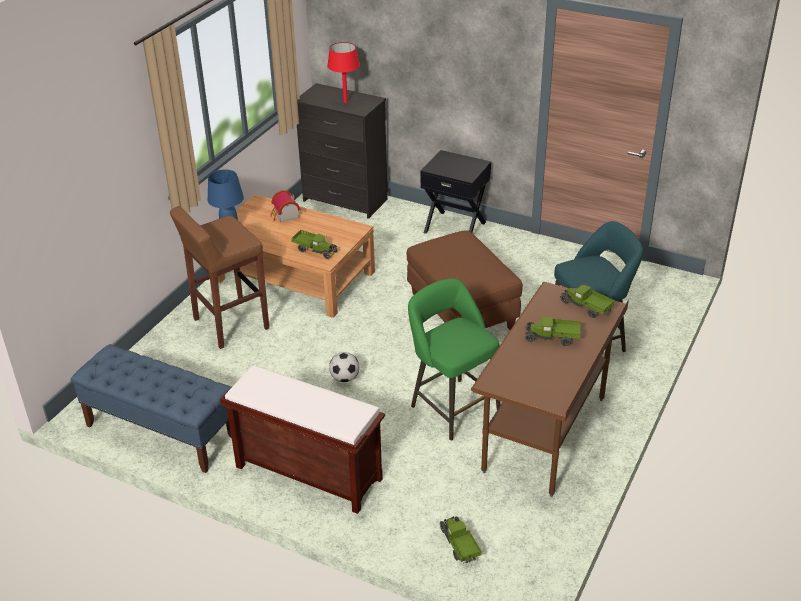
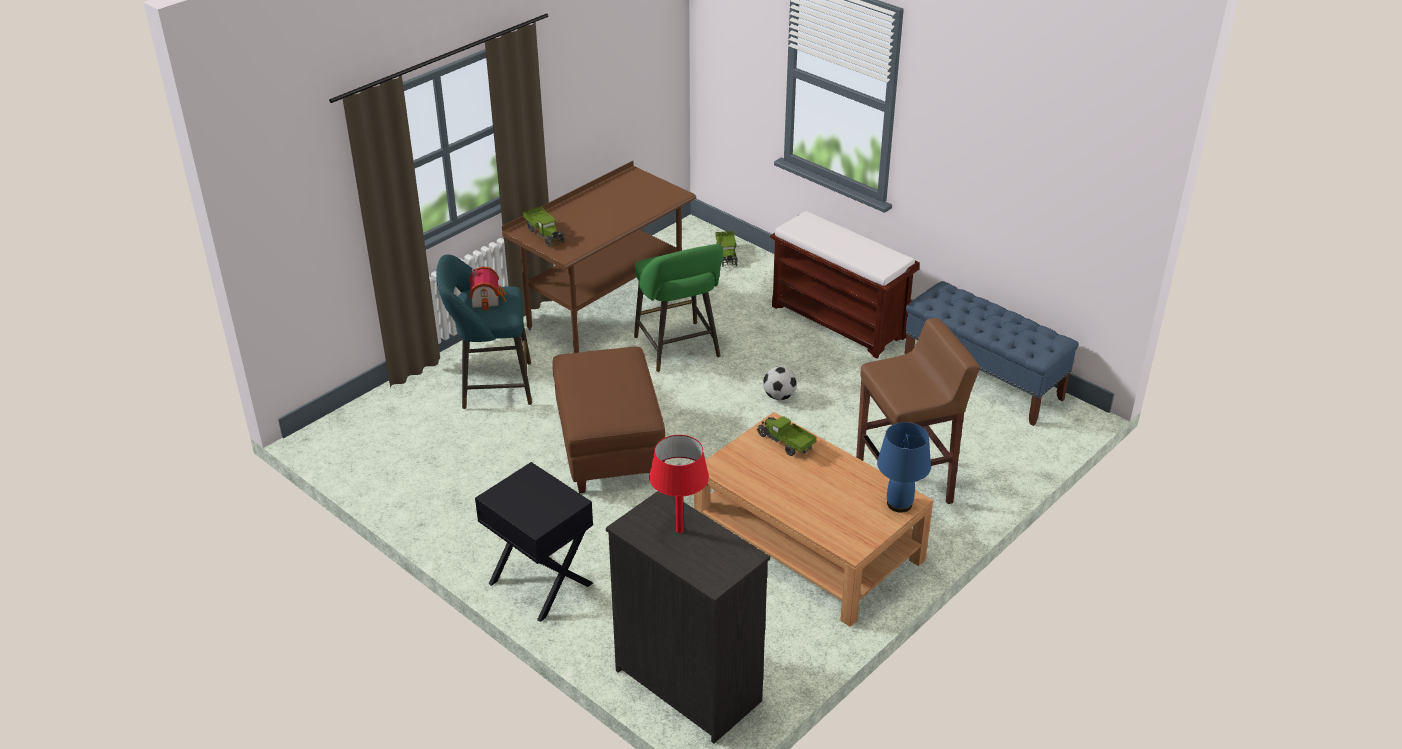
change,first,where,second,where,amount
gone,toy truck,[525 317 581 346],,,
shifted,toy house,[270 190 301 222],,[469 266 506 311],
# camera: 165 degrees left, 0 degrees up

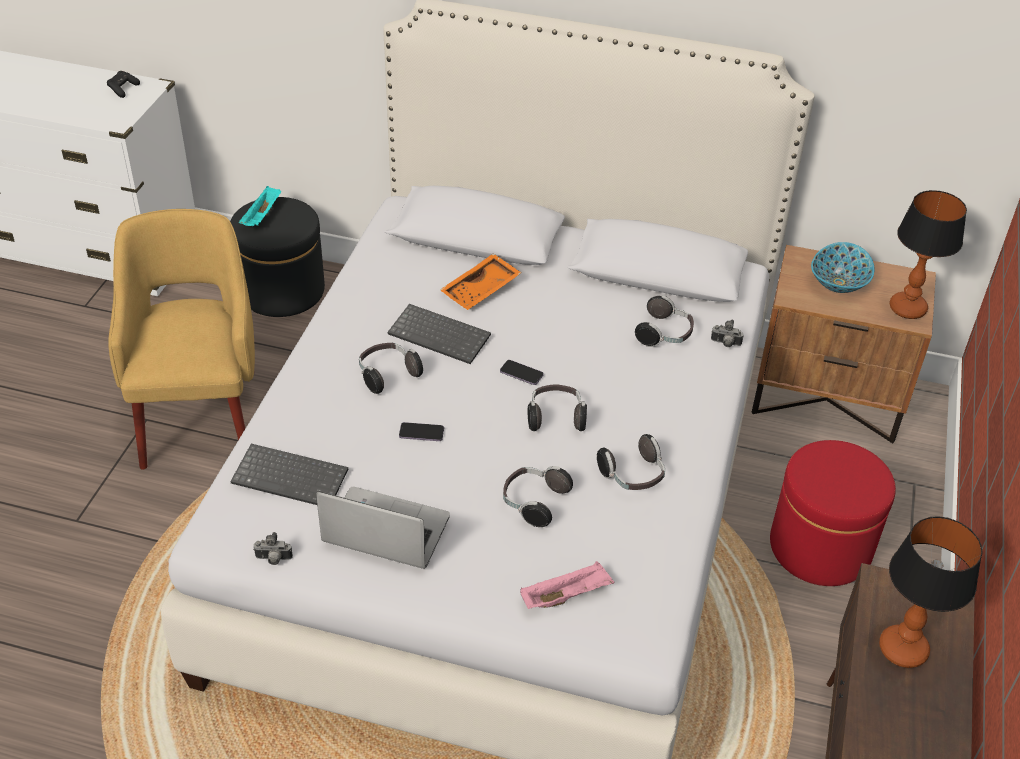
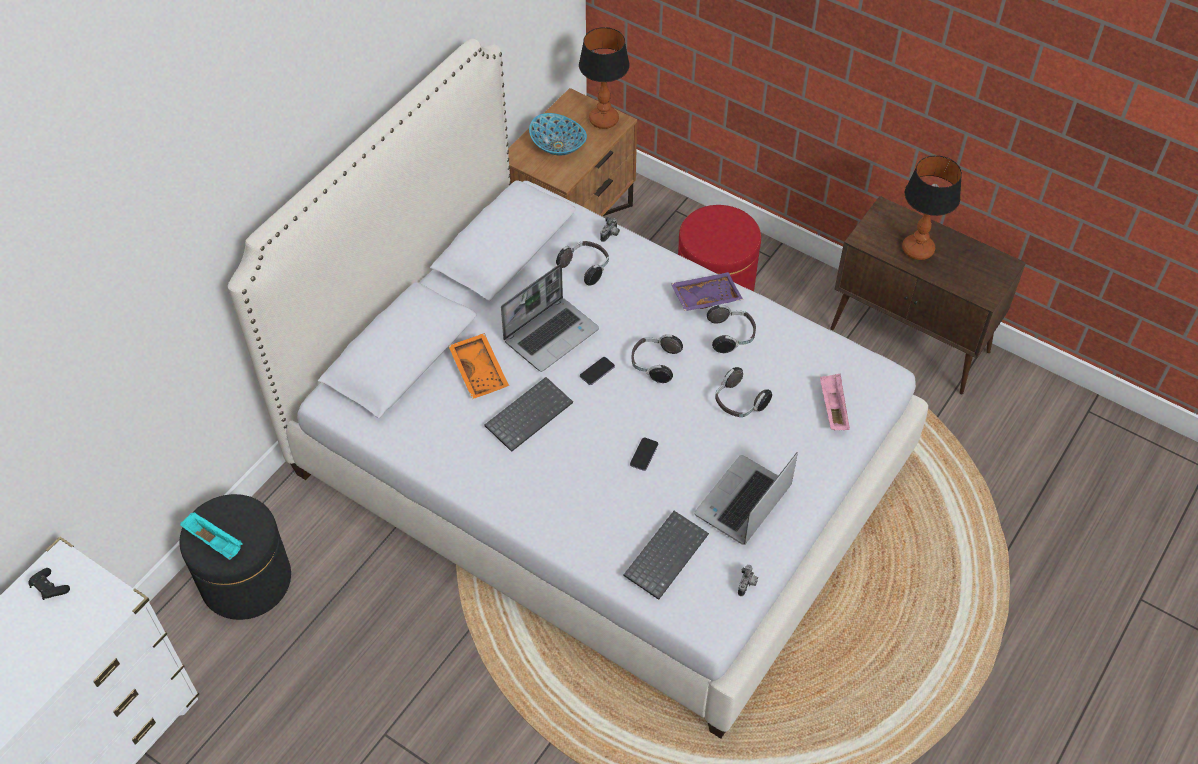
change,first,where,second,where,amount
gone,yellow armchair,[108 209 255 470],,,
gone,headphones,[359 343 423 394],,,
new,,,laptop,[501 264 599 372],
new,,,purple tray,[671 272 743 311],
# camera: 70 degrees left, 10 degrees up

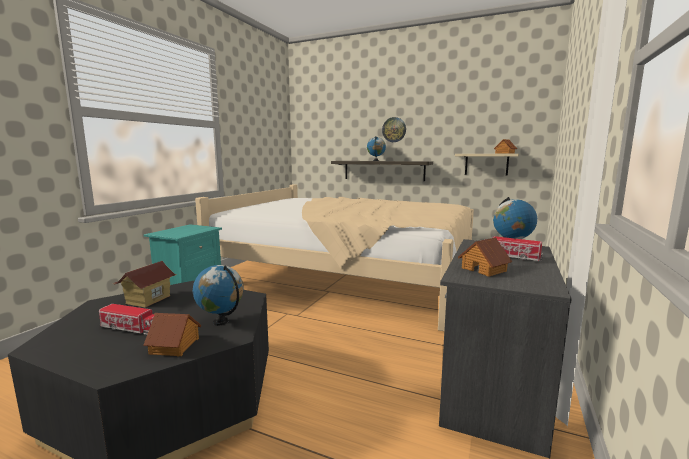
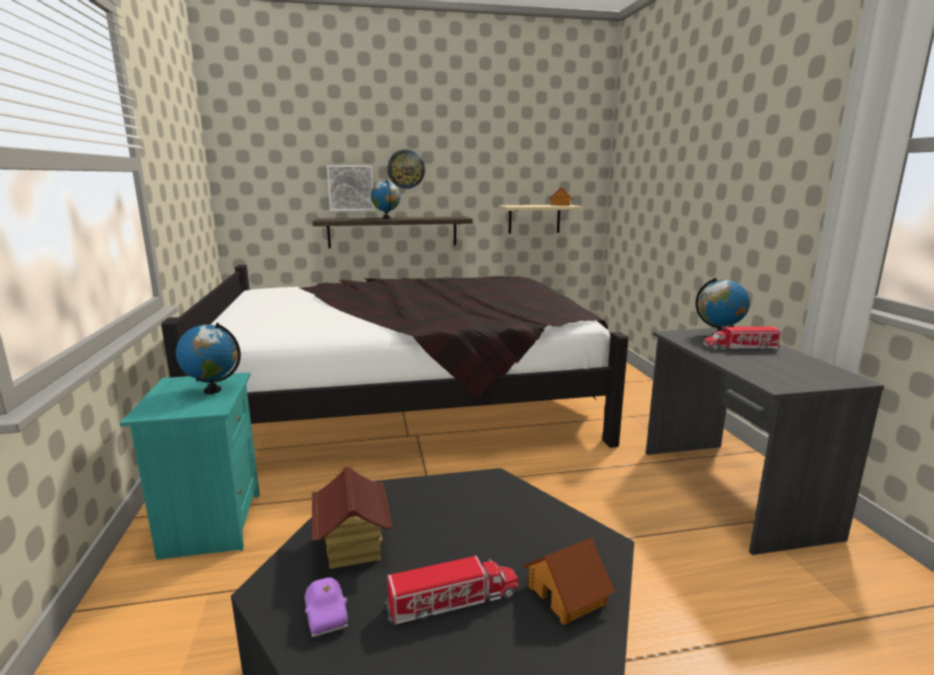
change,first,where,second,where,amount
gone,toy house,[458 237 512 277],,,
new,,,purple toy car,[305 577 348 637],
new,,,picture,[327 165 374 211],
shifted,globe,[193 265 244 326],,[176 323 241 394],
repainted,beige bed,[195 184 474 331],black bed,[161 265 628 448],
# camera: 35 degrees left, 5 degrees up

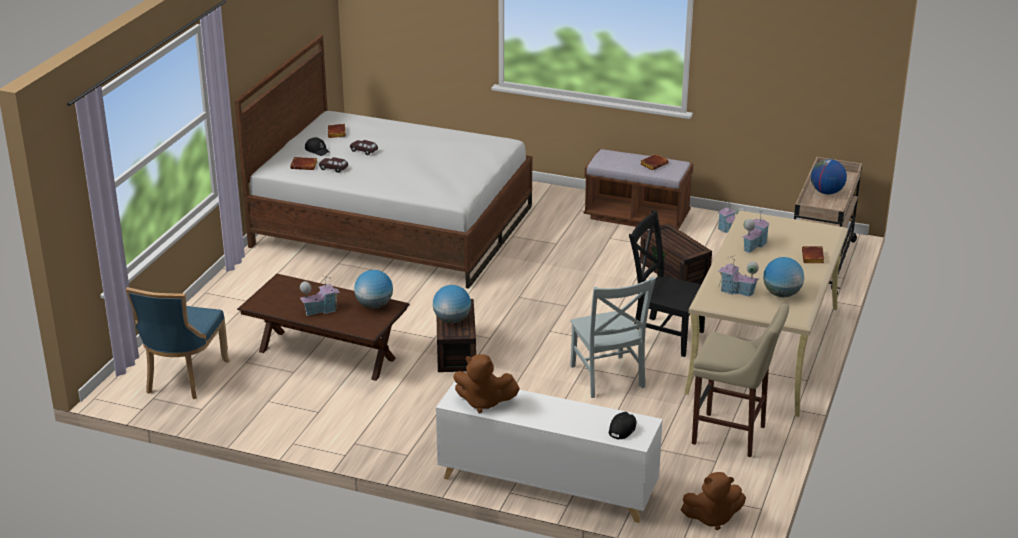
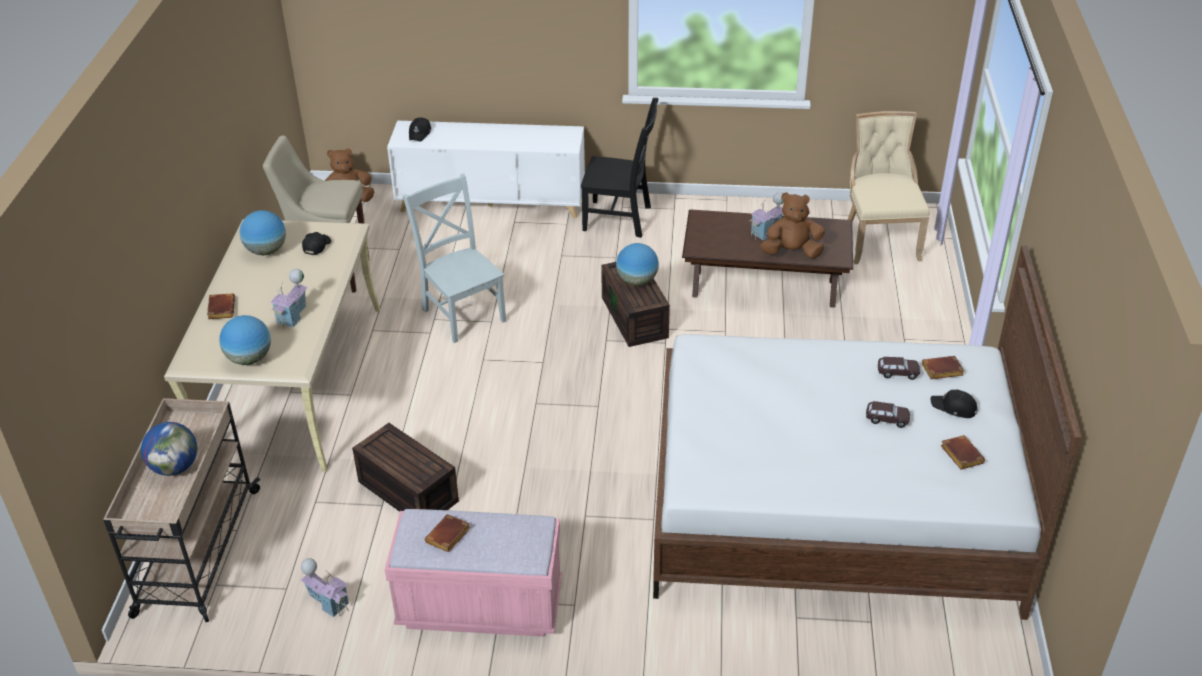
change,first,where,second,where,amount
shifted,globe,[354 270 393 308],,[219 315 271 365],
shifted,brown plush toy,[453 354 520 413],,[761 192 825 259],
shifted,black chair,[629 210 705 357],,[581 98 659 238],
swapped,toy house,[718 255 759 297],black cap,[302 232 331 255],
repainted,blue chair,[125 287 230 399],beige chair,[848 111 929 264],
repainted,brown bench,[584 149 694 229],pink bench,[385 509 562 637],
# camera: 165 degrees right, 10 degrees up

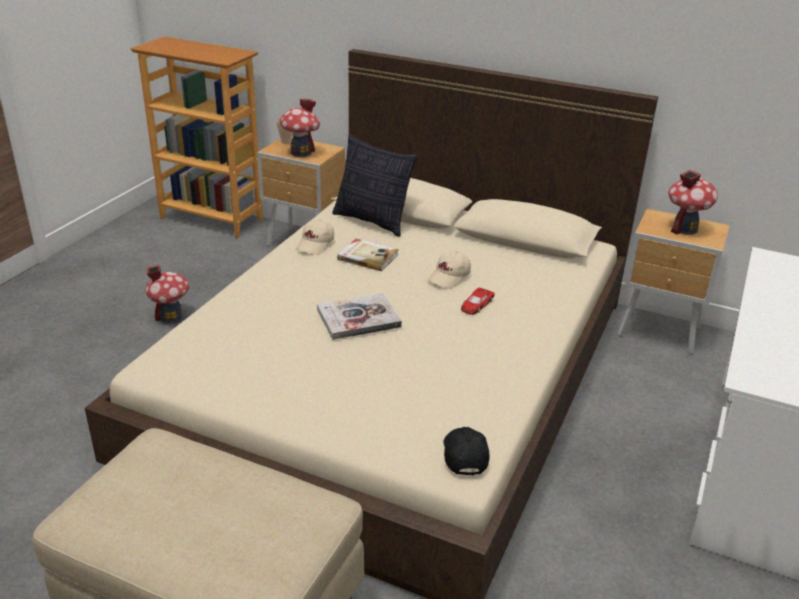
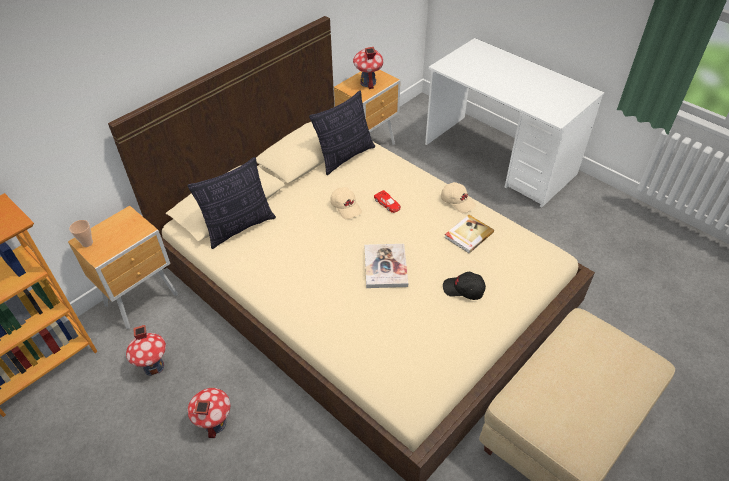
change,first,where,second,where,amount
new,,,pillow,[309 91 375 175],
shifted,toy house,[280 99 320 157],,[126 325 166 376],
shifted,beige cap,[296 219 334 255],,[441 182 476 213],
shifted,book,[337 239 399 271],,[444 215 494 253],
shifted,black cap,[443 427 490 476],,[443 272 486 300],
# camera: 70 degrees left, 15 degrees up

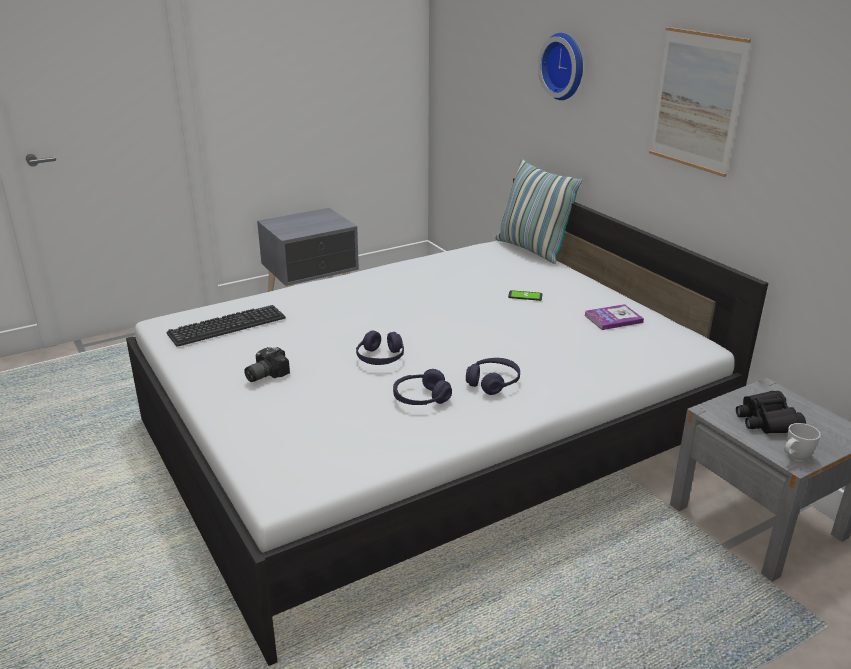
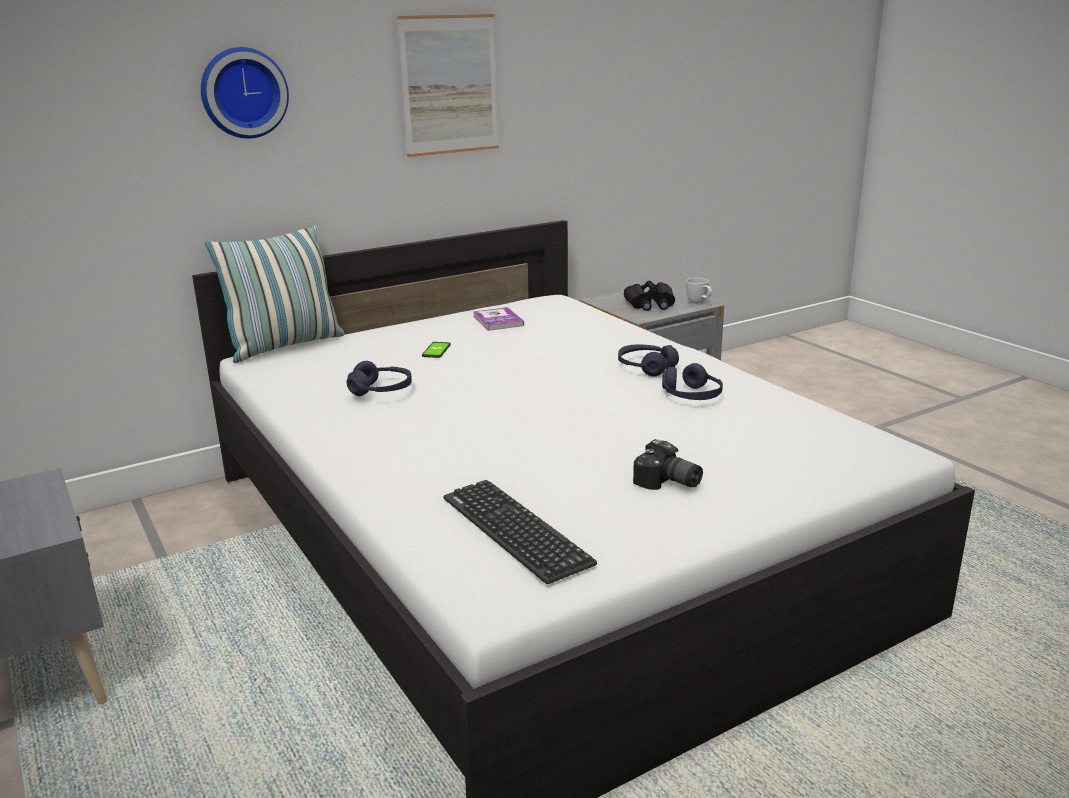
change,first,where,second,where,amount
shifted,purple headphones,[356 330 404 365],,[347 361 412 396],
# camera: 90 degrees left, 5 degrees down

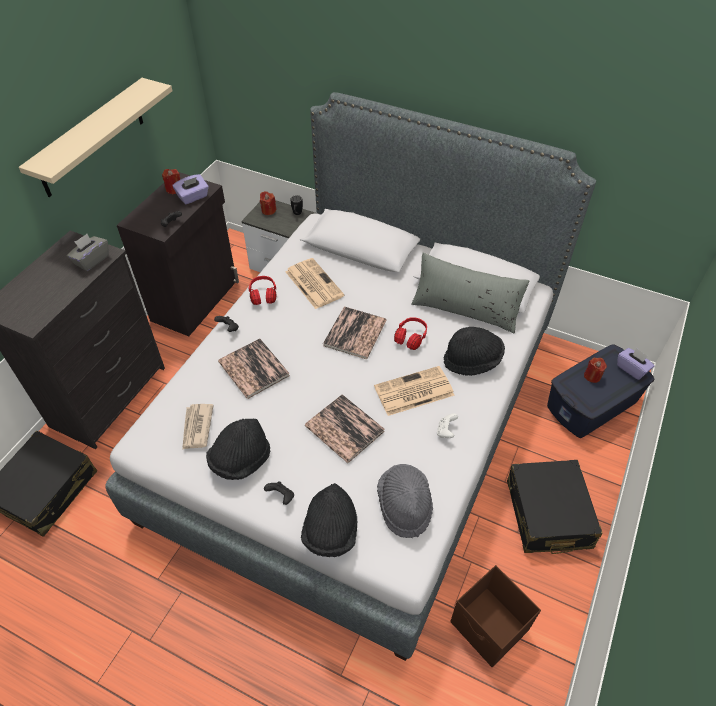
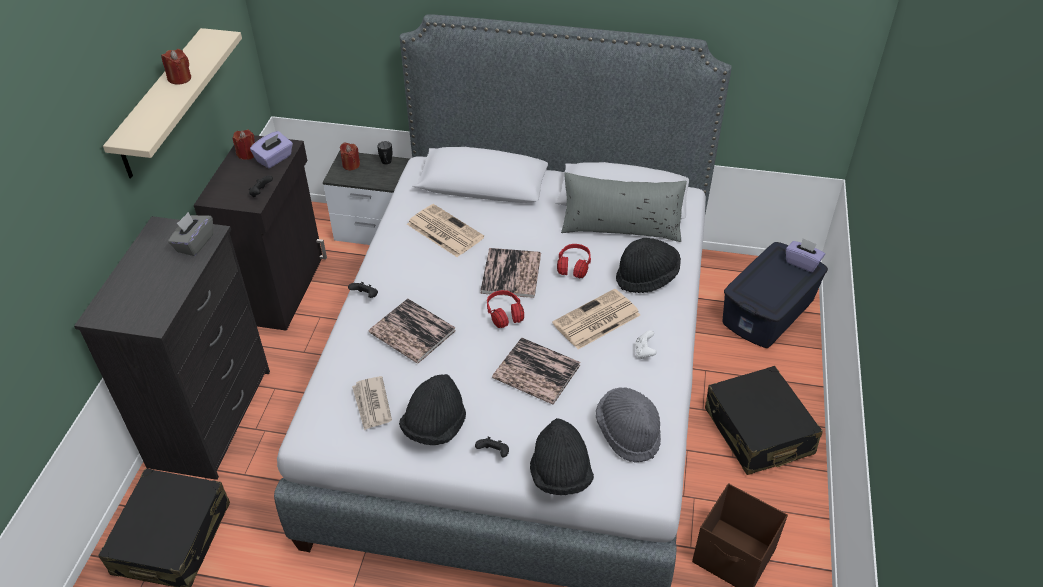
change,first,where,second,where,amount
shifted,red headphones,[248 276 276 305],,[487 290 524 328],
shifted,red candle,[584 358 607 383],,[161 49 191 85],
# camera: 15 degrees left, 5 degrees down

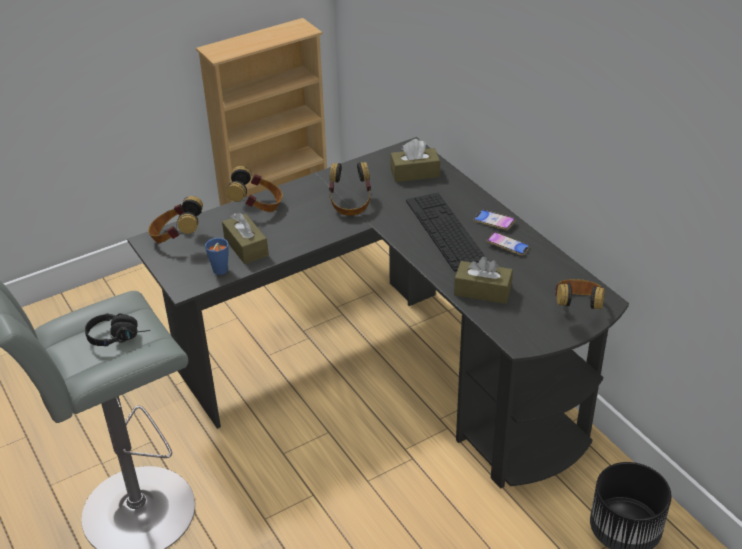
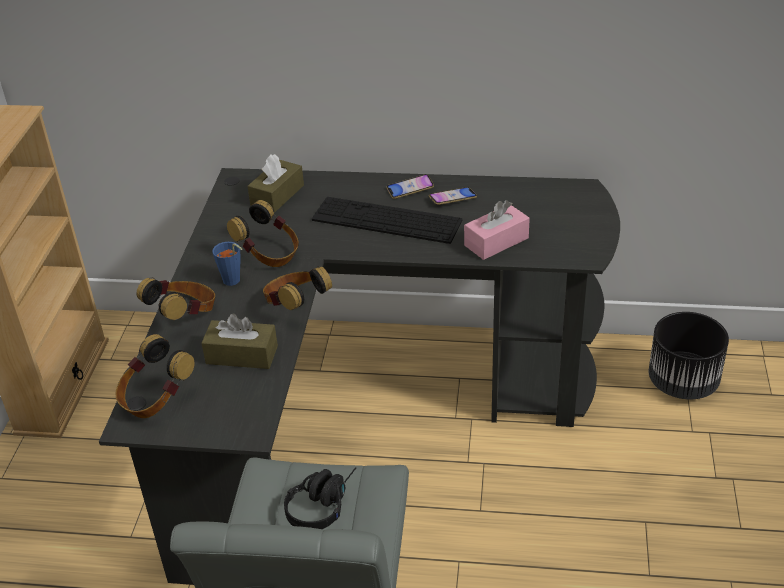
change,first,where,second,where,amount
shifted,blue cup,[205 238 229 275],,[212 242 242 286],
shifted,headphones,[555 279 605 309],,[263 266 332 310],
repainted,brown tissue box,[454 257 513 304],pink tissue box,[464 200 530 260],
# camera: 50 degrees left, 0 degrees up

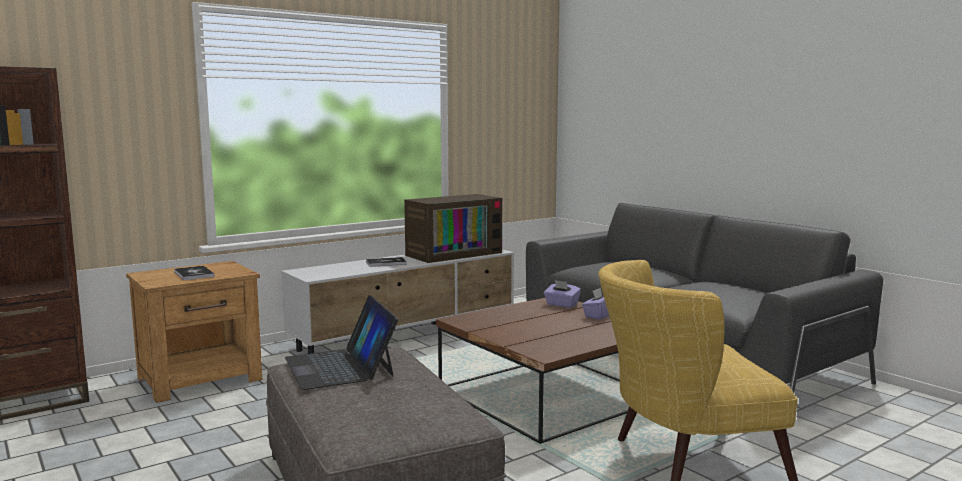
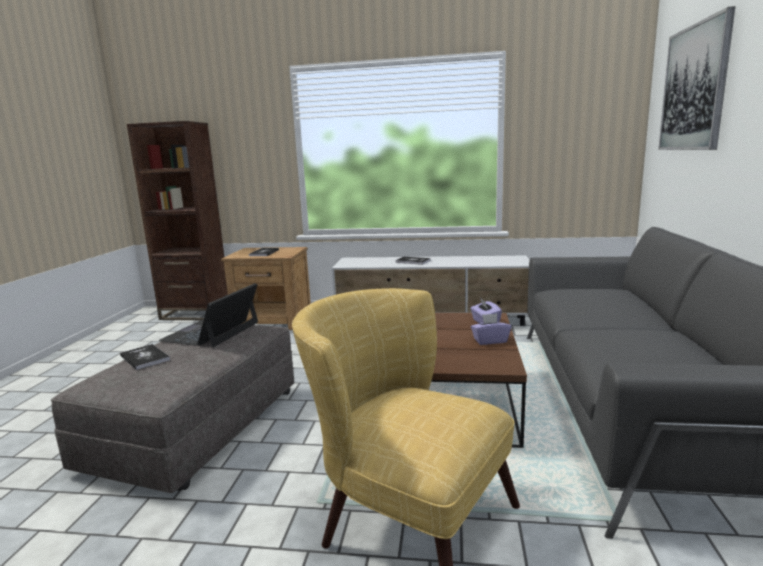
change,first,where,second,where,amount
gone,television,[404 194 502 263],,,
new,,,book,[120 344 170 370],
new,,,picture,[658 6 735 150],
# camera: 45 degrees right, 5 degrees up

